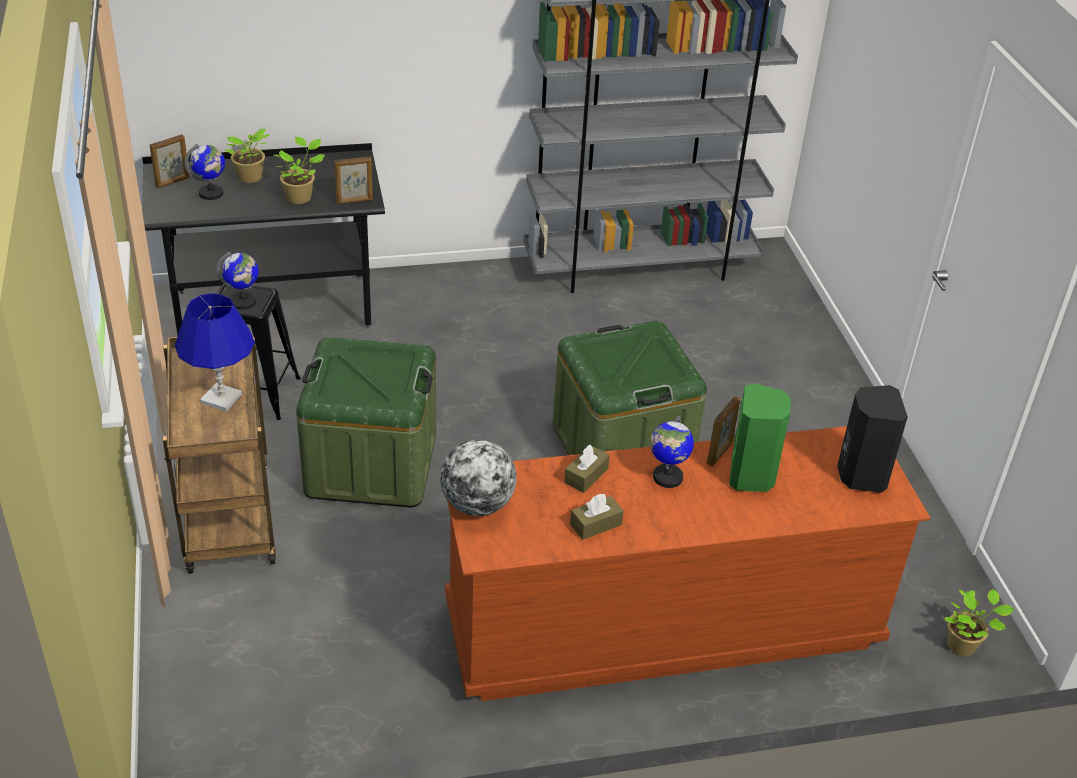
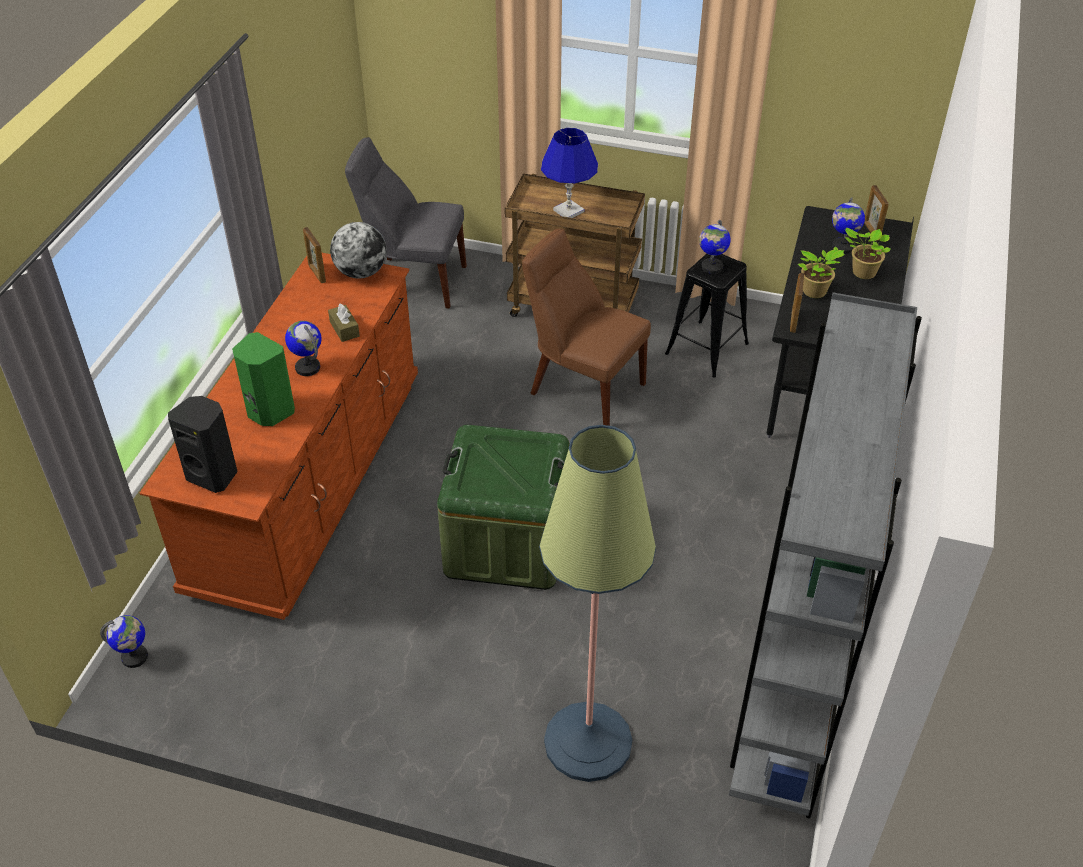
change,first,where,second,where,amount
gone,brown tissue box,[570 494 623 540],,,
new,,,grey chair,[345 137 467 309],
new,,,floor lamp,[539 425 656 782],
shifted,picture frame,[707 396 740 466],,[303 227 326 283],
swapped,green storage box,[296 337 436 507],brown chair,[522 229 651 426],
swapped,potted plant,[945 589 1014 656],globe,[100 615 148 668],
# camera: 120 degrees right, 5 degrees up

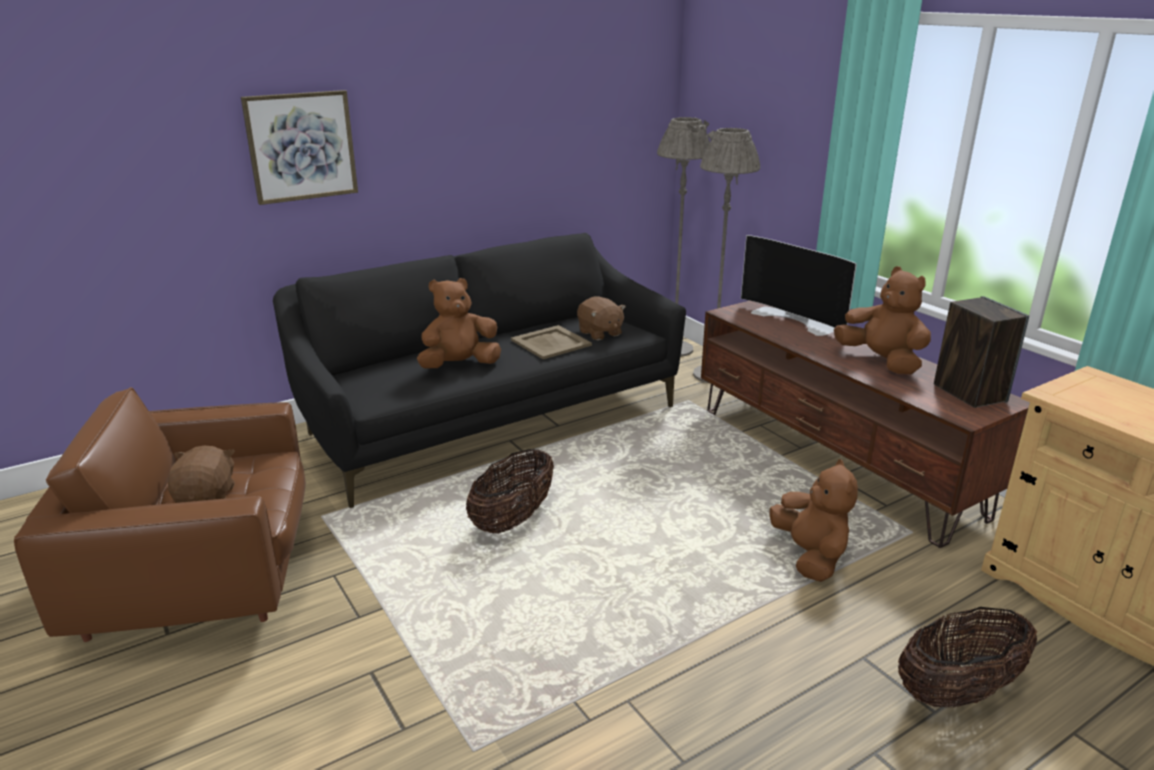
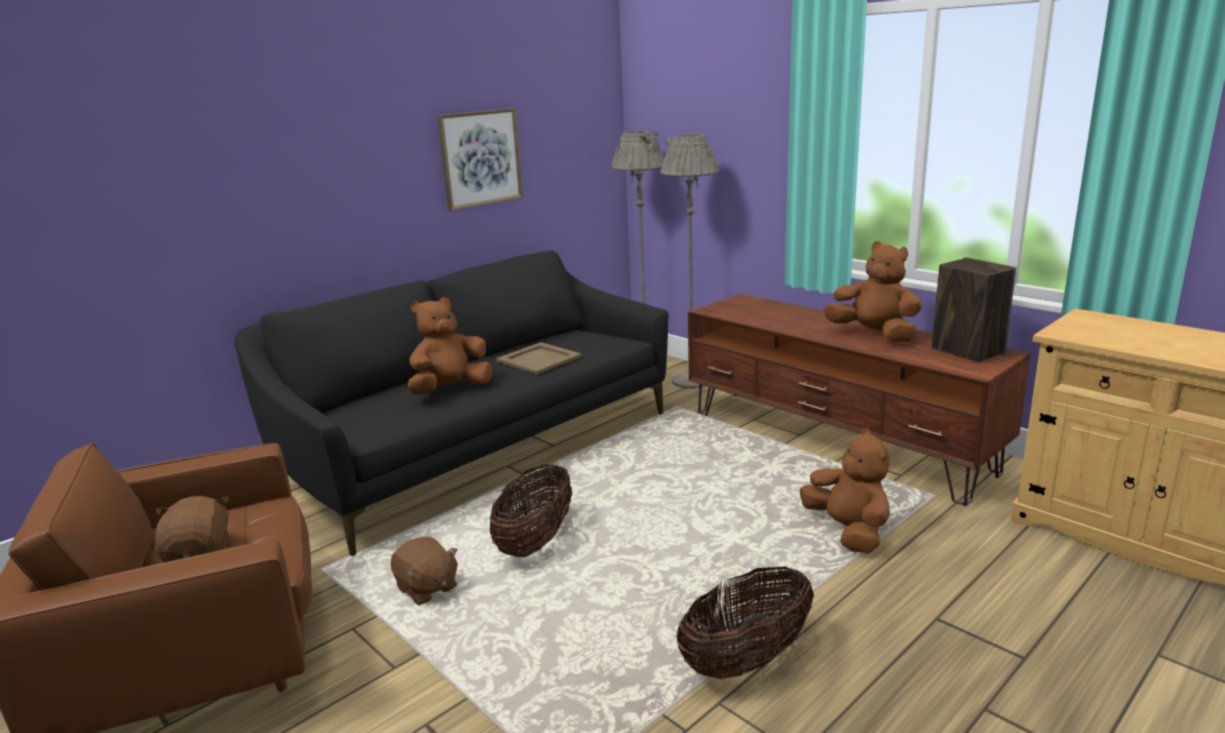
change,first,where,second,where,amount
gone,television,[741 235 857 336],,,
shifted,picture,[241 90 358 205],,[437 108 523 211],
shifted,brown plush toy,[577 296 626 340],,[391 537 458 605],
shifted,basket,[898 607 1037 708],,[676 566 814 679],
# camera: 10 degrees left, 5 degrees down

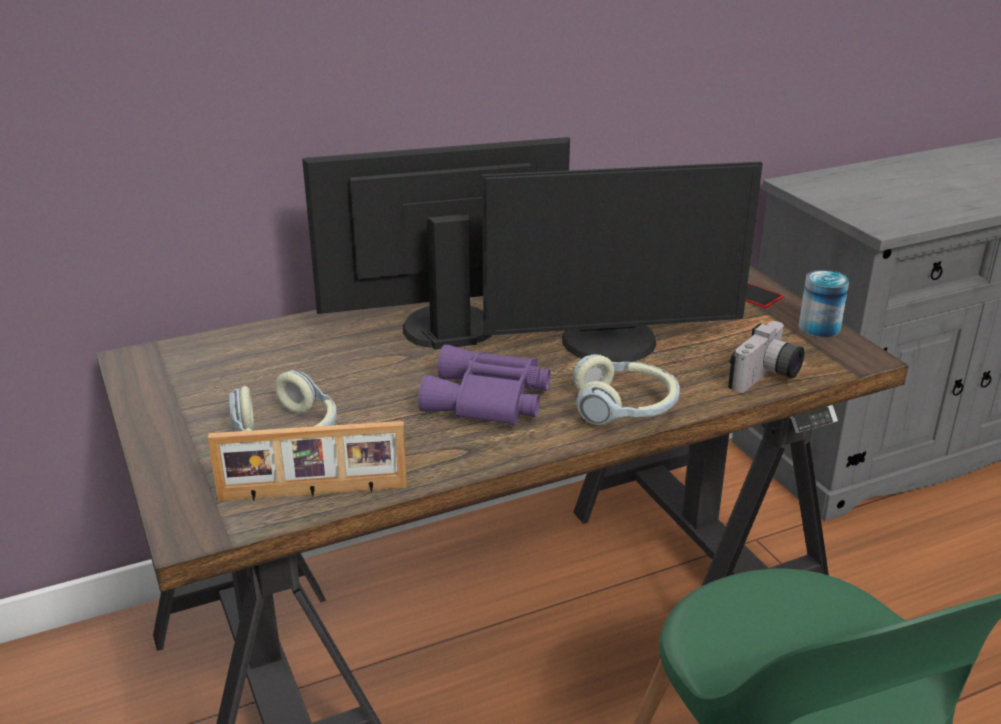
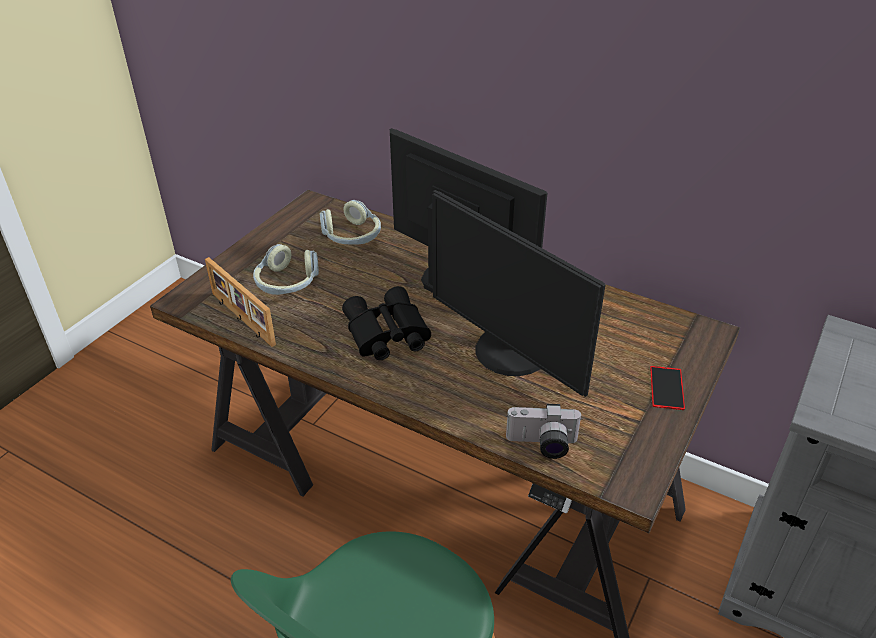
change,first,where,second,where,amount
gone,can,[798 270 849 338],,,
shifted,headphones,[573 354 680 425],,[320 200 381 245],
repainted,purple binoculars,[418 344 551 426],black binoculars,[342 286 431 360],
# camera: 55 degrees right, 10 degrees up

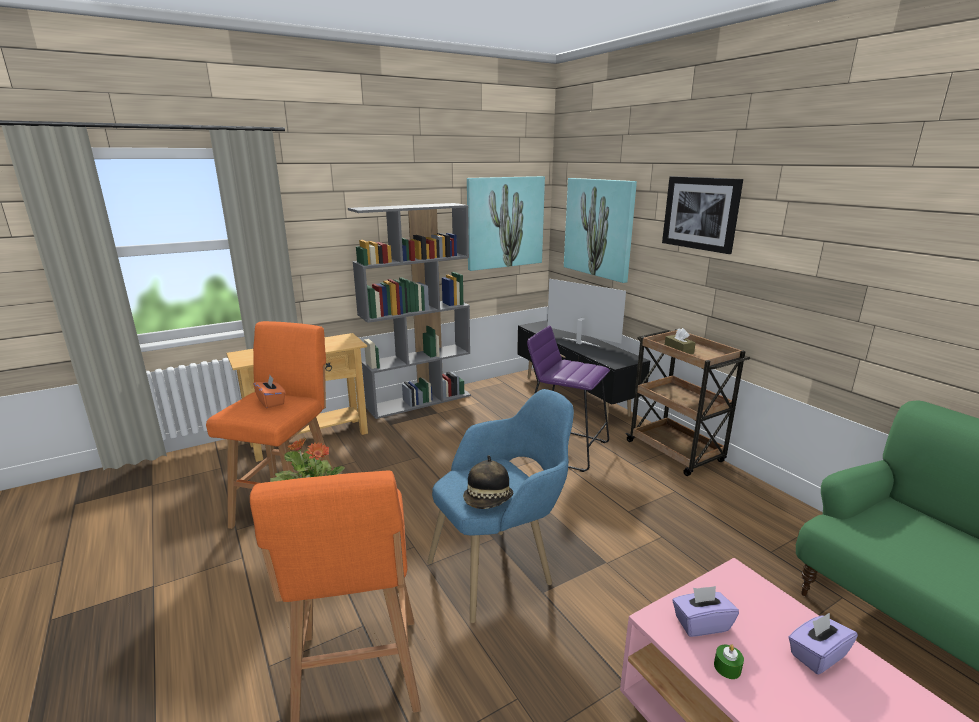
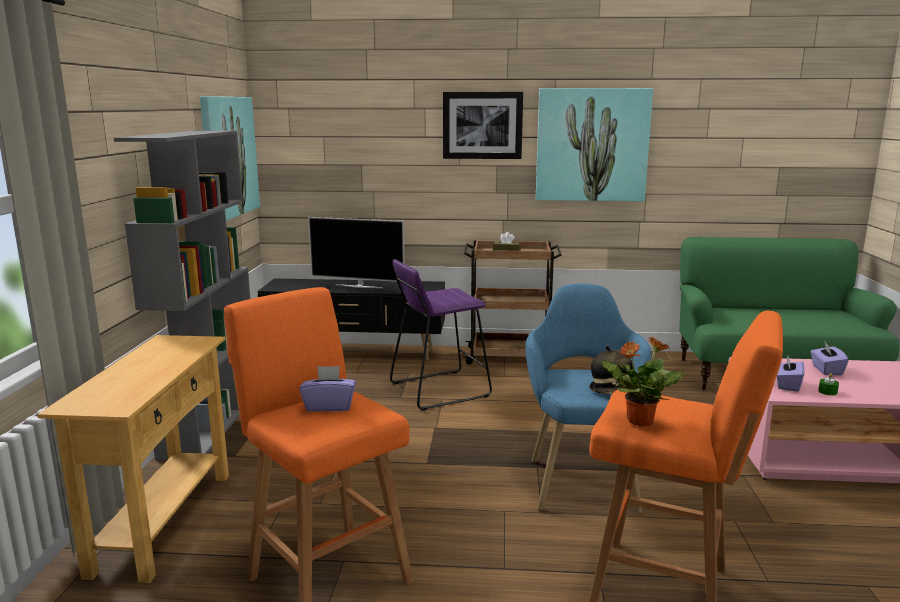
change,first,where,second,where,amount
shifted,picture,[564 178 637 283],,[536 88 653 201],
repainted,orange tissue box,[253 376 286 409],purple tissue box,[299 366 356 412],
rotated,television,[547 279 626 347],,[308 217 405 288],150 degrees counterclockwise
# camera: 55 degrees left, 5 degrees down

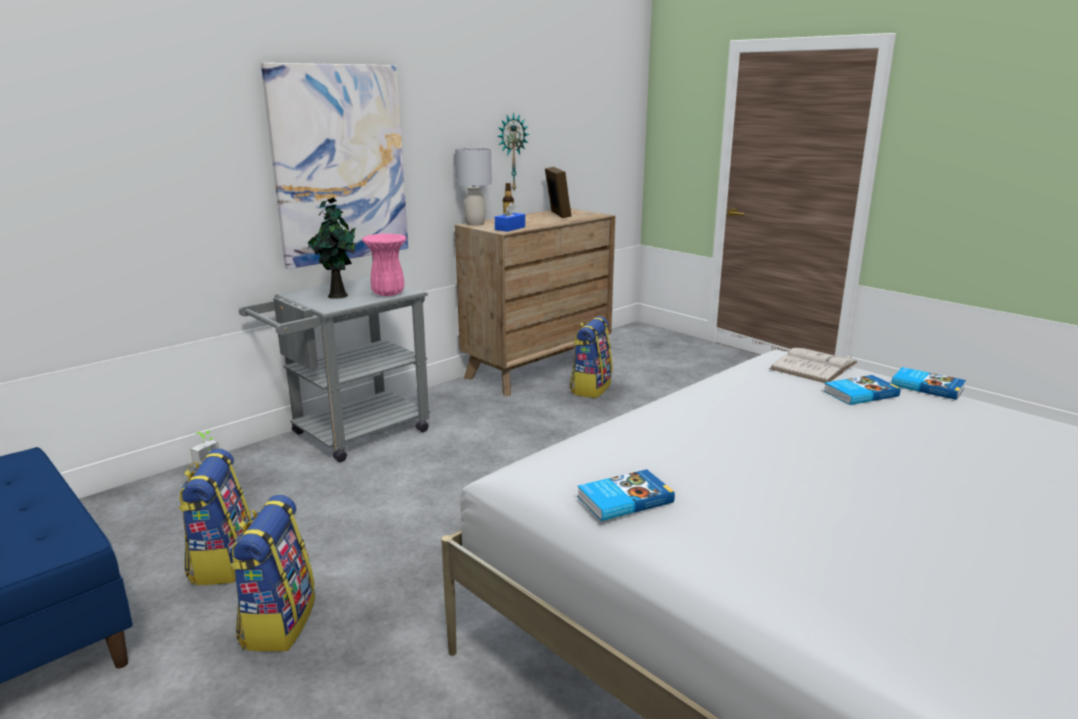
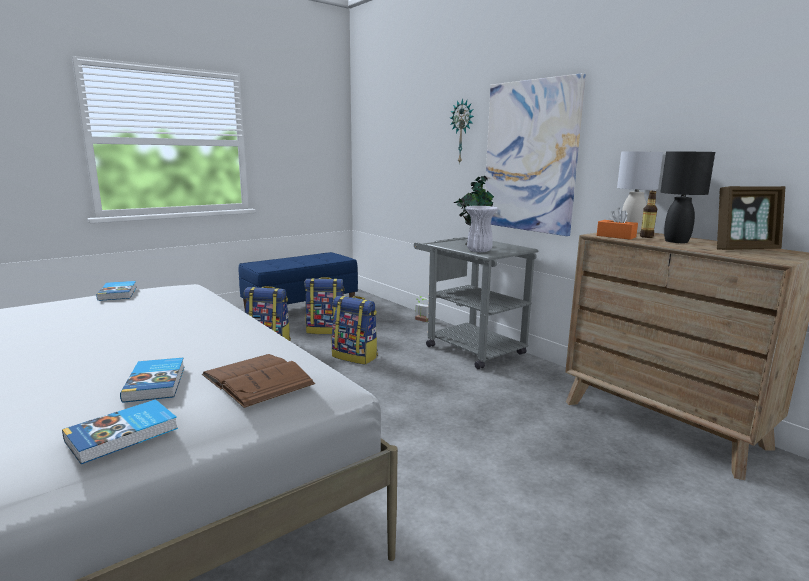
change,first,where,second,where,amount
new,,,black table lamp,[660 151 715 243],
shifted,wall clock,[498 112 529 191],,[450 98 474 164],
shifted,backpack,[569 316 613 398],,[332 296 378 365],
repainted,pink vase,[362 233 407 296],white vase,[465 206 499 252],
repainted,blue tissue box,[495 203 525 232],orange tissue box,[597 208 638 240],
repainted,white book,[770 348 858 383],brown book,[202 354 315 408],
# camera: 95 degrees right, 5 degrees down

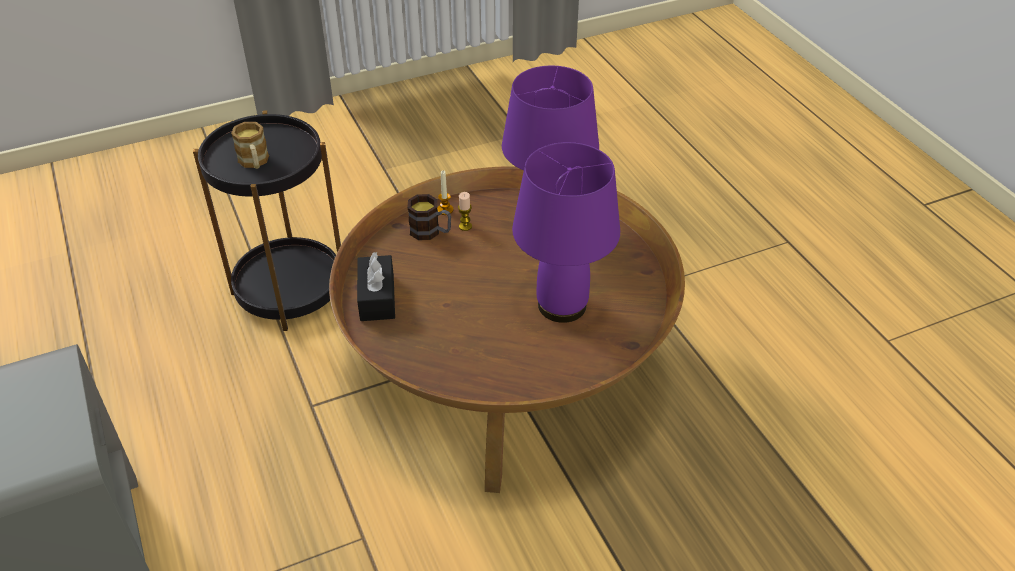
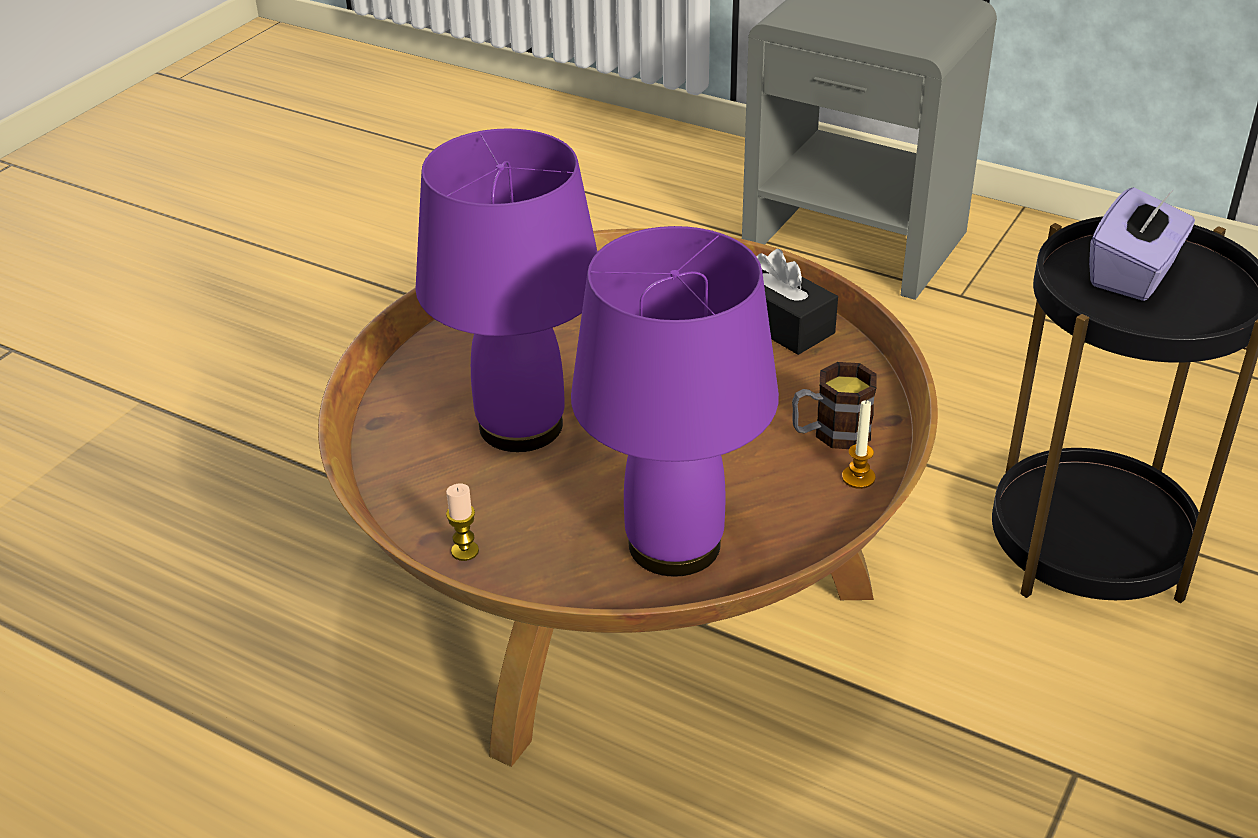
change,first,where,second,where,amount
shifted,candle,[458 192 472 231],,[446 484 479 561],
swapped,mug,[231 122 269 169],purple tissue box,[1089 187 1195 301],
# camera: 145 degrees right, 5 degrees down

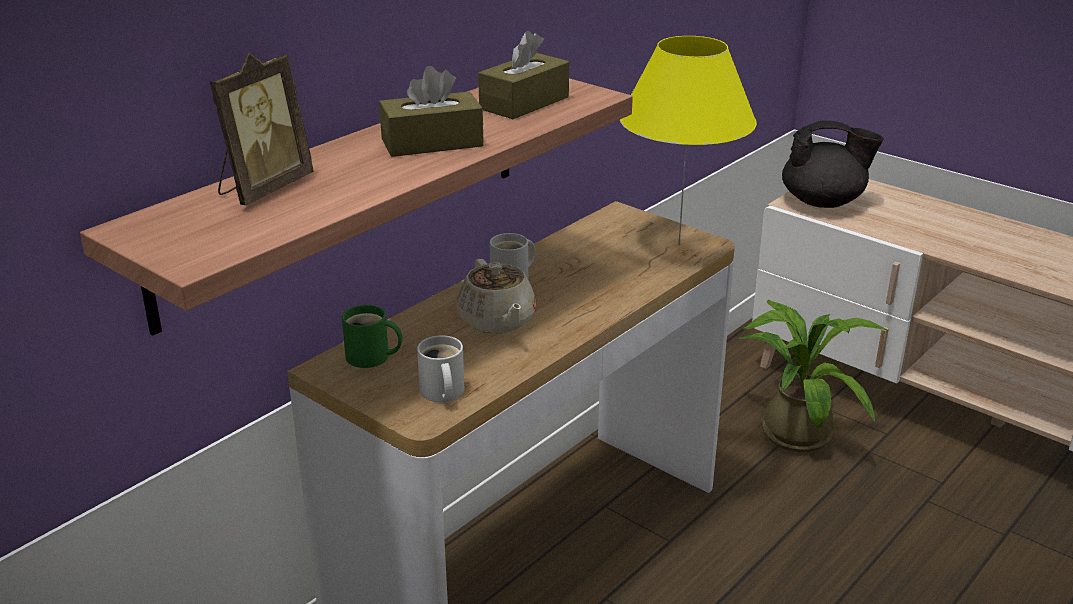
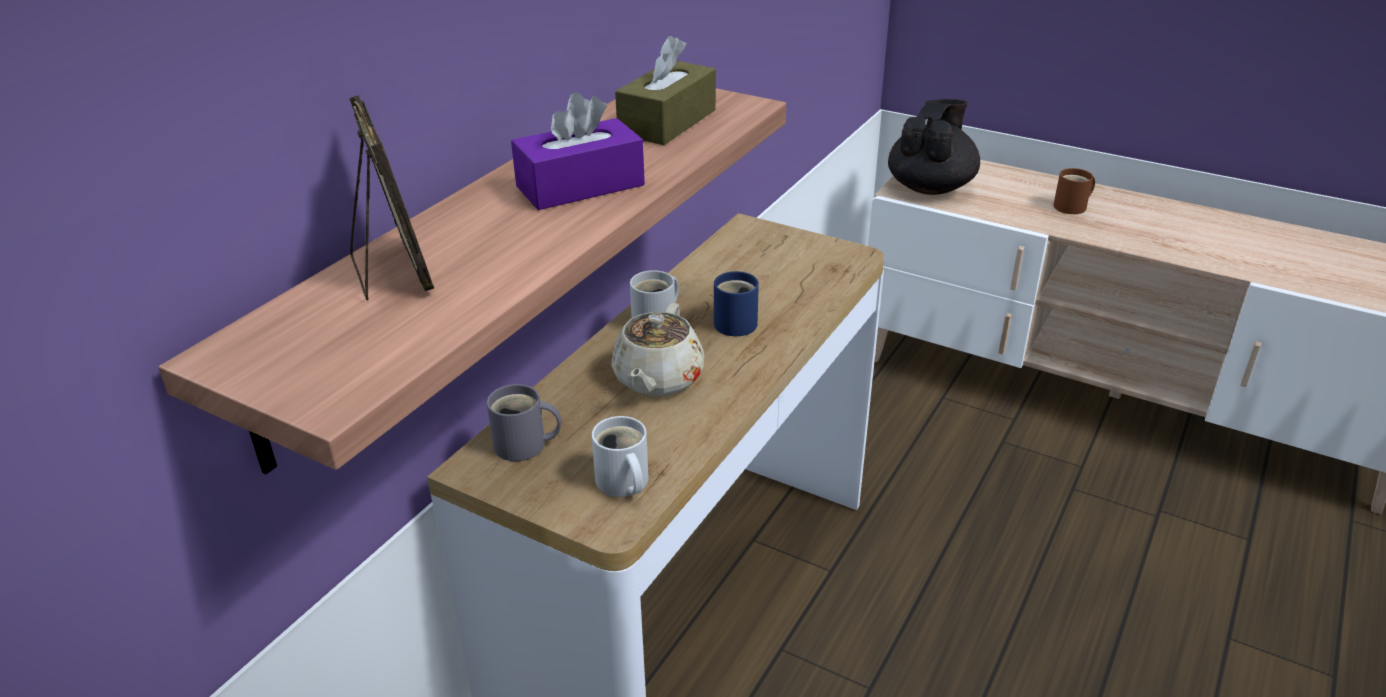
change,first,where,second,where,amount
gone,yellow table lamp,[620 36 757 245],,,
gone,potted plant,[738 300 888 452],,,
new,,,blue mug,[714 271 759 336],
new,,,brown mug,[1053 168 1095 214],
repainted,green mug,[342 305 402 368],grey mug,[487 384 561 461],
repainted,brown tissue box,[379 66 484 157],purple tissue box,[511 92 645 210],
rotated,picture frame,[210 53 313 205],,[349 95 434 300],45 degrees counterclockwise
rotated,beige teapot,[456 259 537 334],,[611 303 704 396],45 degrees clockwise
rotated,black teapot,[782 120 884 208],,[888 99 980 195],60 degrees counterclockwise
# camera: 10 degrees left, 5 degrees up

